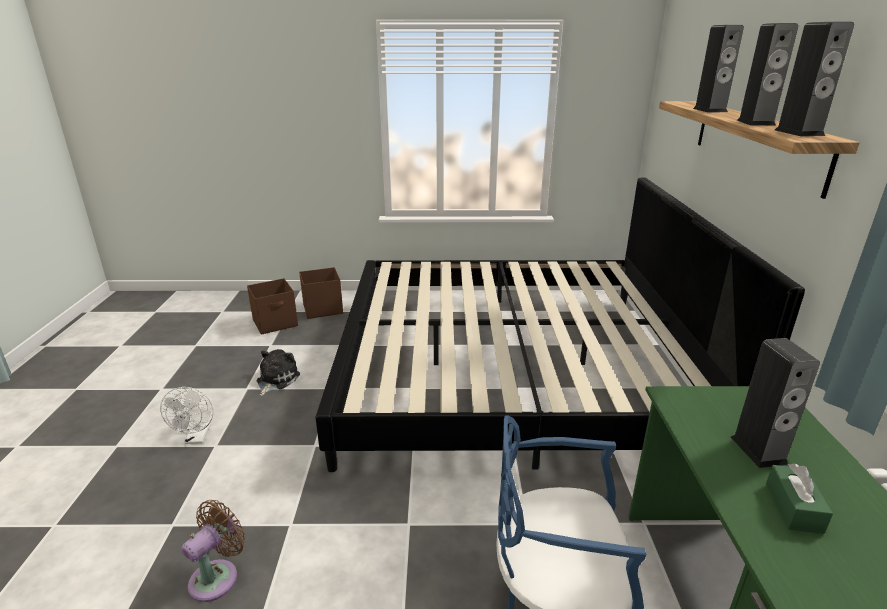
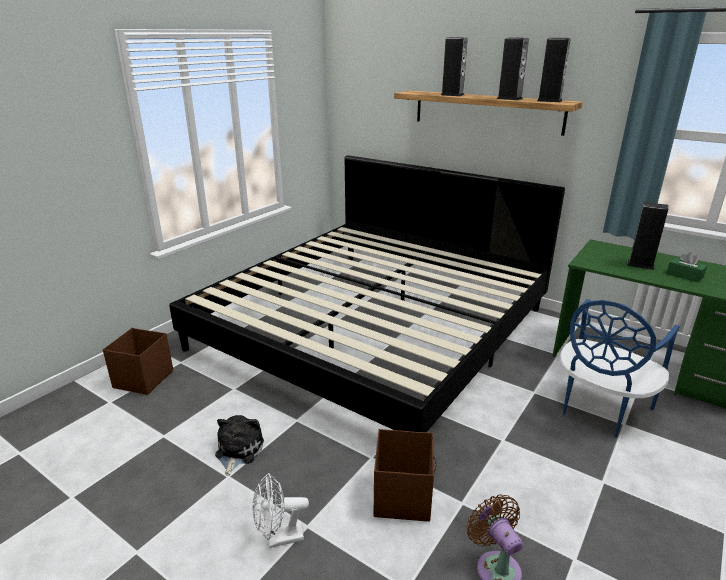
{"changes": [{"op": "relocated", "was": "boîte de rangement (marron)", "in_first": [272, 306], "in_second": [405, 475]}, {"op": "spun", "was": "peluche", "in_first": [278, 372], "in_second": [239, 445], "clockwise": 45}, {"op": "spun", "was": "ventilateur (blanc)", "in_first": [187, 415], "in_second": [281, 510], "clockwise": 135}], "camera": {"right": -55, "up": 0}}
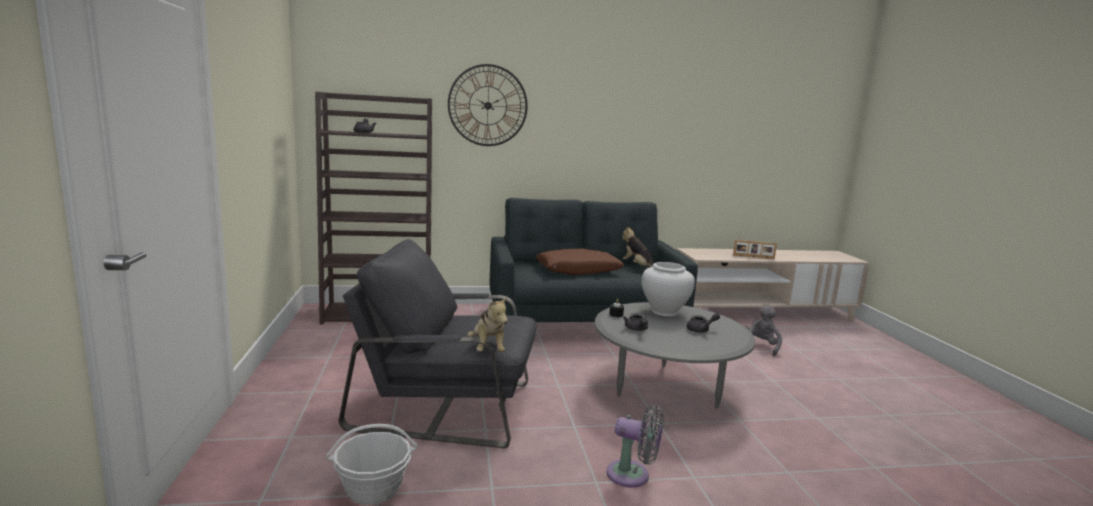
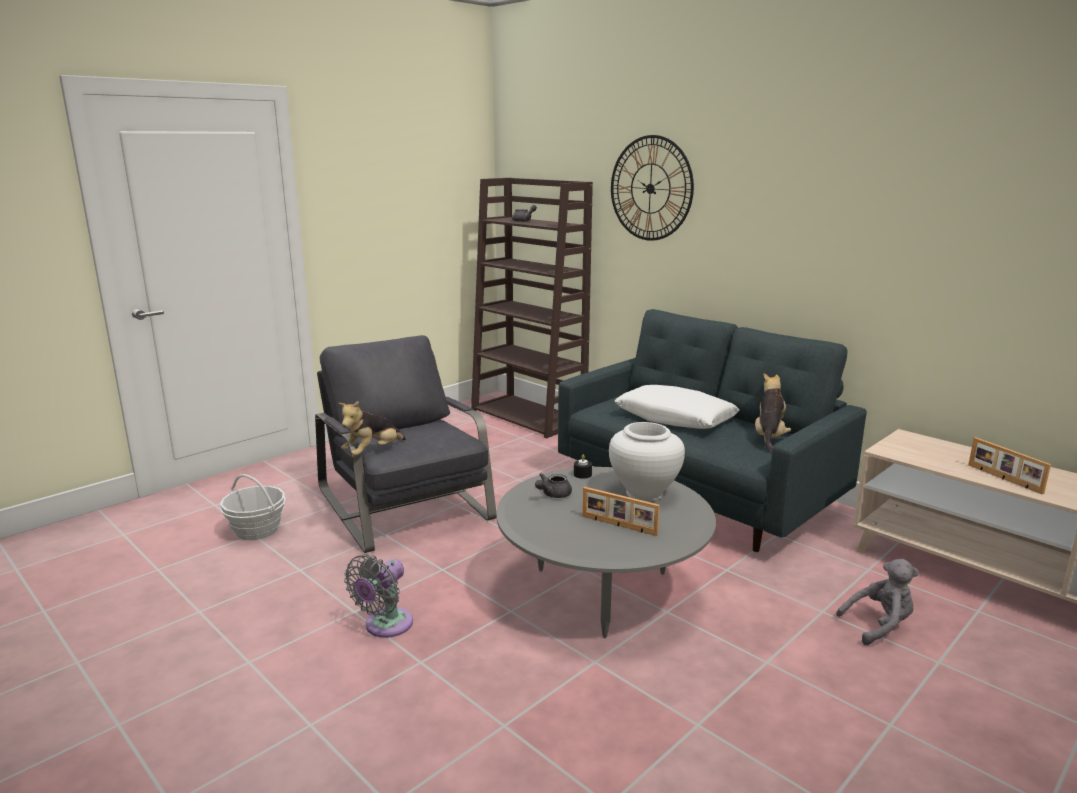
{"changes": [{"op": "colour", "was": "coussin (marron)", "now": "coussin (blanc)", "in_first": [580, 262], "in_second": [676, 407]}, {"op": "exchanged", "was": "théière (gris)", "now": "cadre photo", "in_first": [703, 323], "in_second": [621, 511]}, {"op": "spun", "was": "ventilateur (gris)", "in_first": [635, 446], "in_second": [378, 596], "clockwise": 45}], "camera": {"right": 55, "up": 5}}
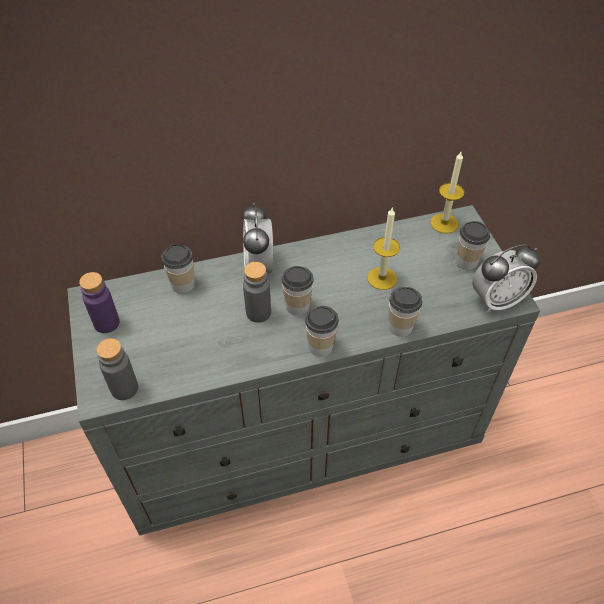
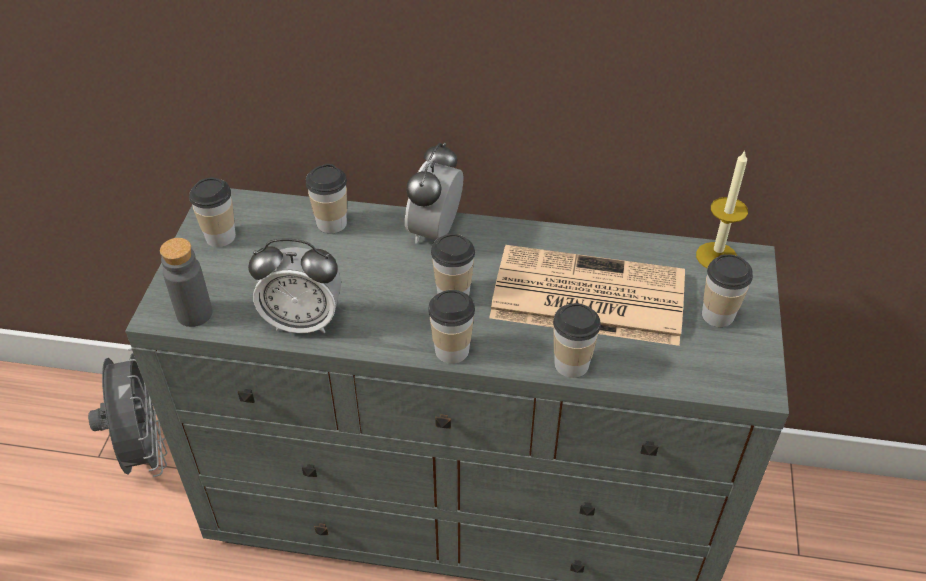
{"changes": [{"op": "exchanged", "was": "bougie", "now": "journal", "in_first": [383, 248], "in_second": [587, 295]}, {"op": "relocated", "was": "réveil", "in_first": [506, 278], "in_second": [294, 285]}, {"op": "missing", "was": "bouteille (gris)", "in_first": [257, 292]}, {"op": "exchanged", "was": "bouteille (violet)", "now": "tasse", "in_first": [99, 302], "in_second": [212, 212]}, {"op": "appeared", "now": "ventilateur (gris)", "in_second": [127, 413]}], "camera": {"right": 25, "up": -5}}
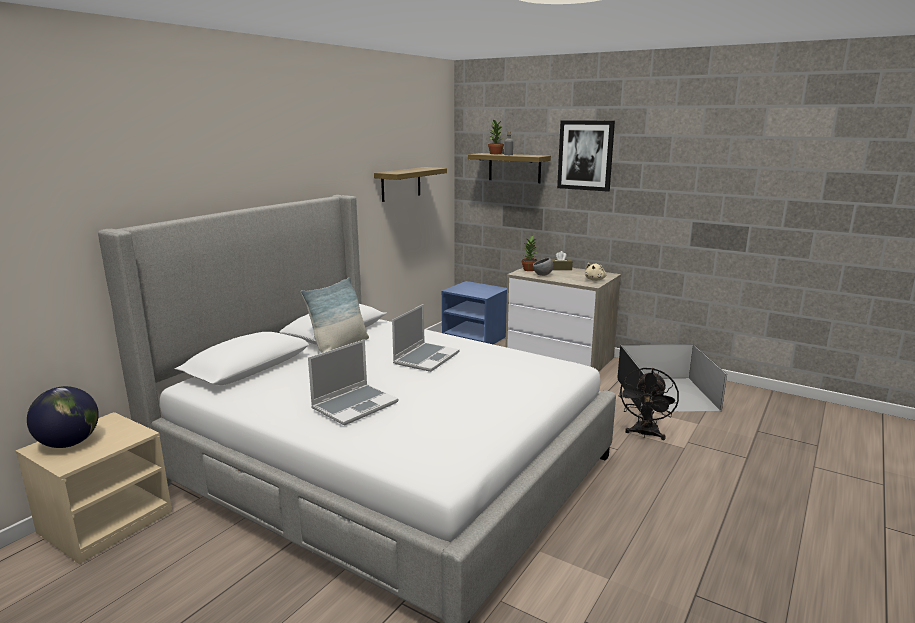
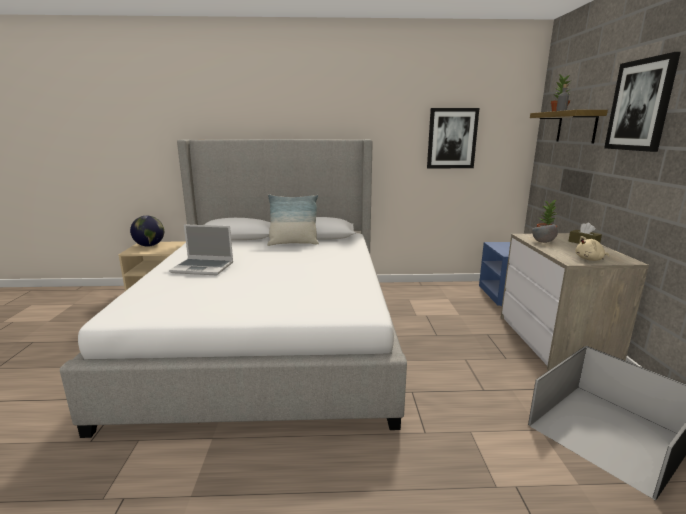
{"changes": [{"op": "exchanged", "was": "étagère", "now": "tableau", "in_first": [410, 184], "in_second": [453, 138]}, {"op": "missing", "was": "ordinateur portable", "in_first": [425, 338]}, {"op": "missing", "was": "ventilateur (noir)", "in_first": [649, 404]}], "camera": {"right": 55, "up": 0}}
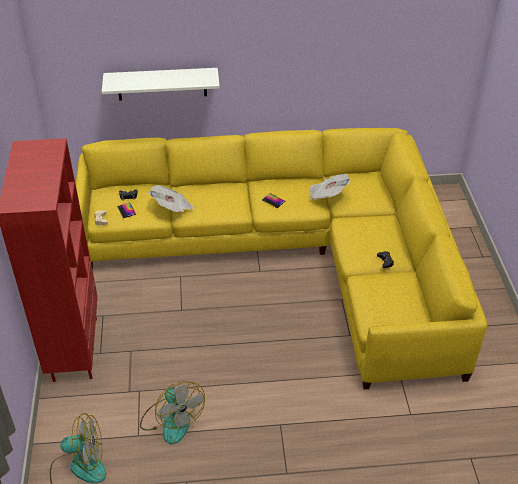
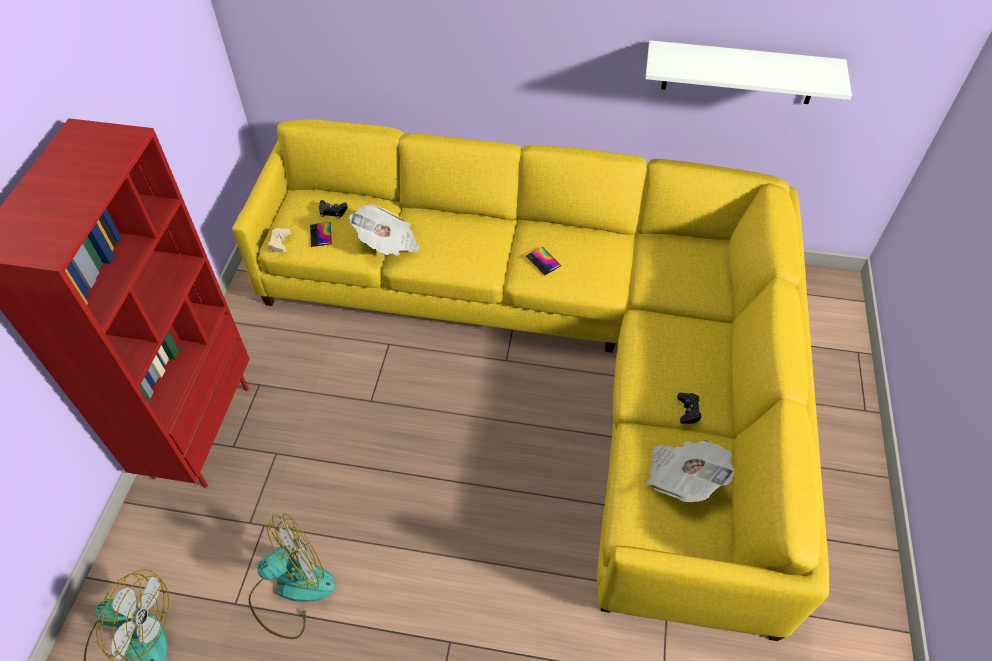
{"changes": [{"op": "relocated", "was": "étagère (blanc)", "in_first": [161, 84], "in_second": [748, 72]}, {"op": "relocated", "was": "journal", "in_first": [330, 187], "in_second": [690, 471]}, {"op": "spun", "was": "ventilateur", "in_first": [172, 412], "in_second": [292, 576], "clockwise": -105}], "camera": {"right": 15, "up": 10}}
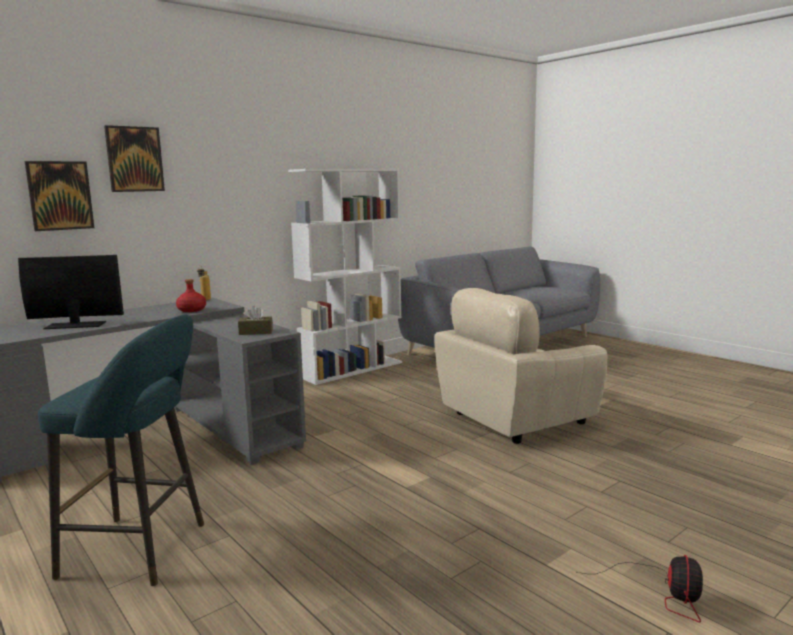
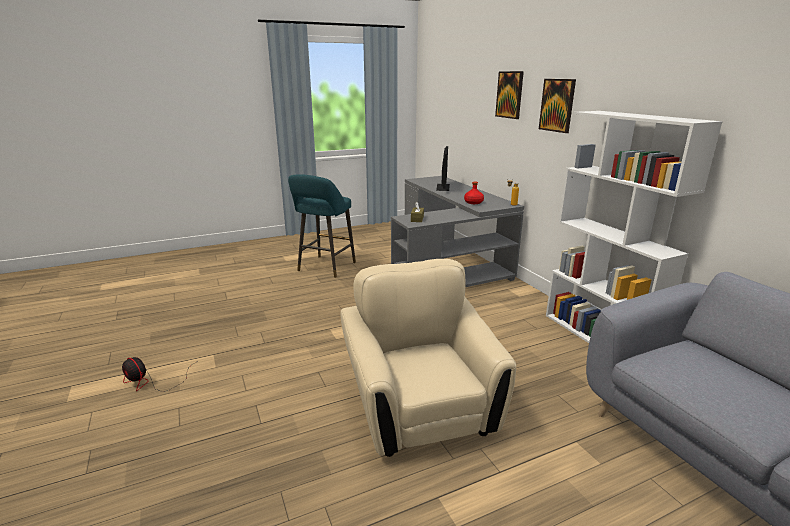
{"changes": [{"op": "relocated", "was": "tableau", "in_first": [59, 196], "in_second": [557, 106]}], "camera": {"right": 105, "up": 10}}
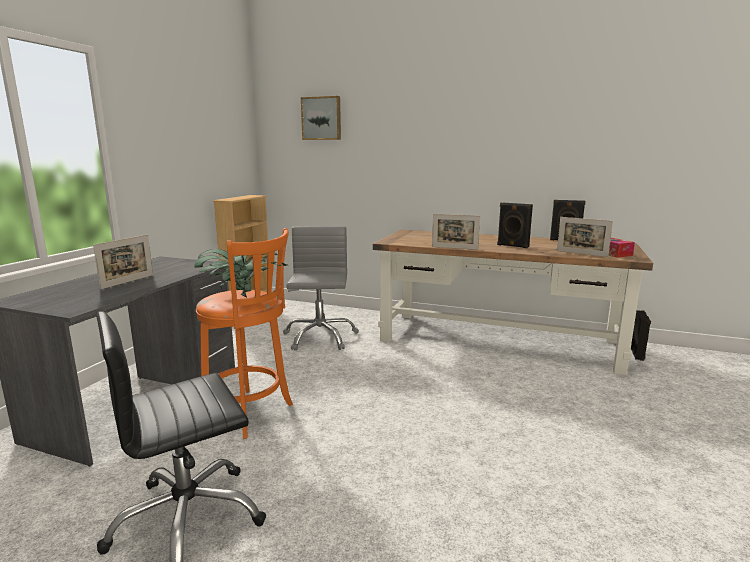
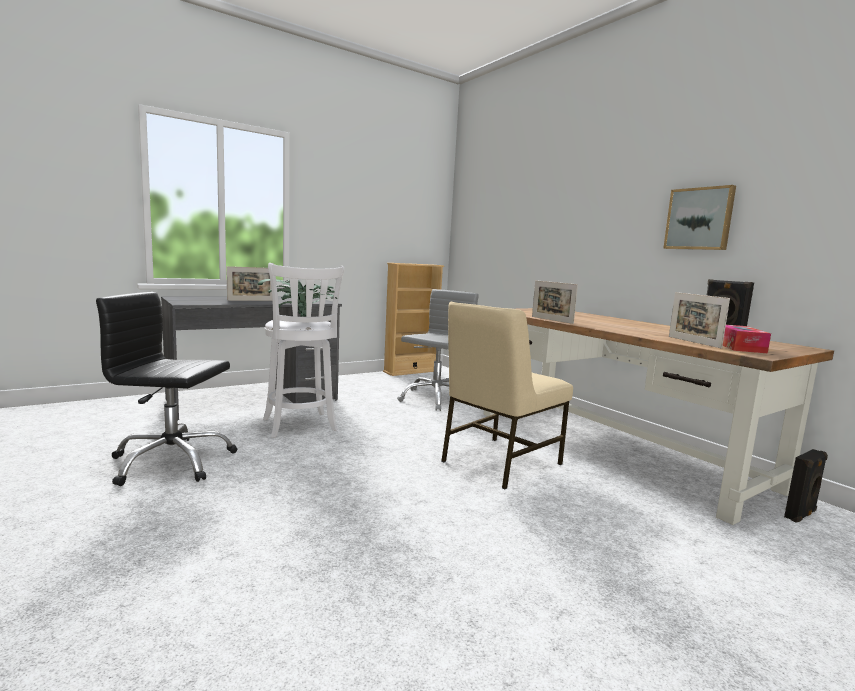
{"changes": [{"op": "relocated", "was": "tableau", "in_first": [321, 118], "in_second": [699, 217]}, {"op": "missing", "was": "enceinte (noir)", "in_first": [515, 225]}, {"op": "colour", "was": "tabouret (orange)", "now": "tabouret (blanc)", "in_first": [244, 333], "in_second": [303, 350]}, {"op": "appeared", "now": "chaise (beige)", "in_second": [507, 395]}], "camera": {"right": 35, "up": -5}}
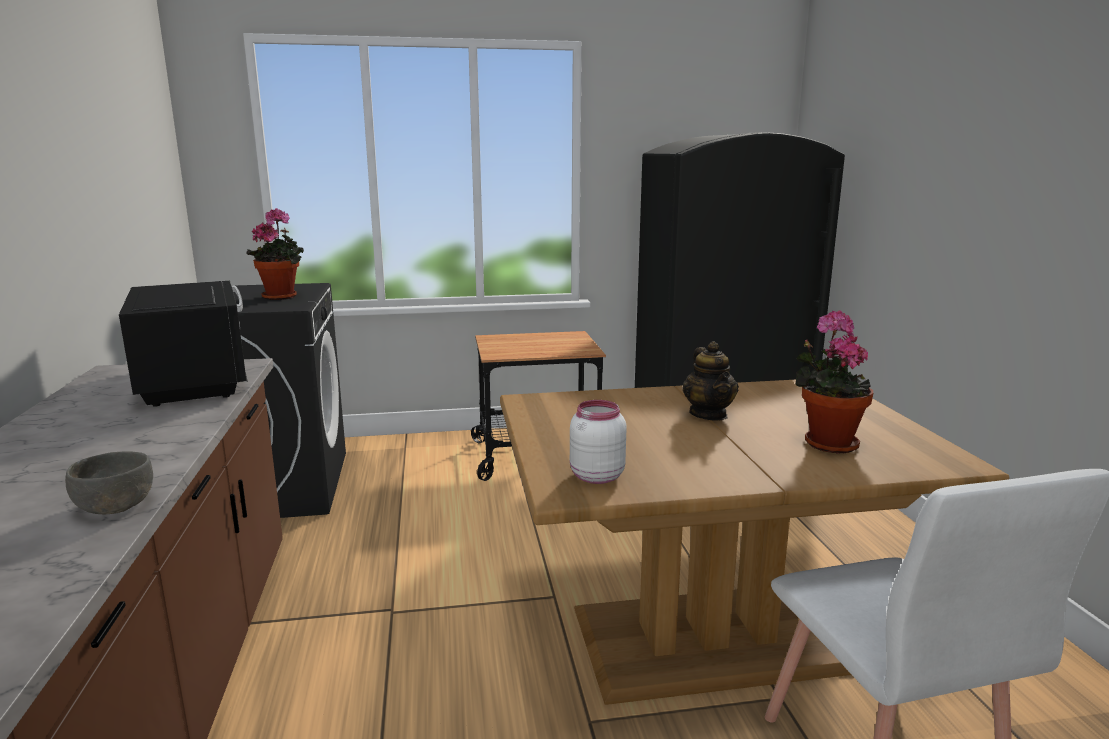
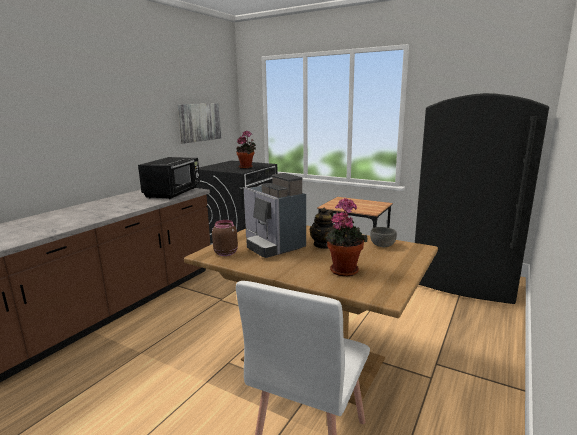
{"changes": [{"op": "colour", "was": "bocal (blanc)", "now": "bocal (marron)", "in_first": [598, 442], "in_second": [225, 238]}, {"op": "relocated", "was": "bol (gris)", "in_first": [109, 482], "in_second": [383, 237]}, {"op": "appeared", "now": "tableau", "in_second": [199, 123]}, {"op": "appeared", "now": "machine à café", "in_second": [275, 215]}], "camera": {"right": 40, "up": 0}}
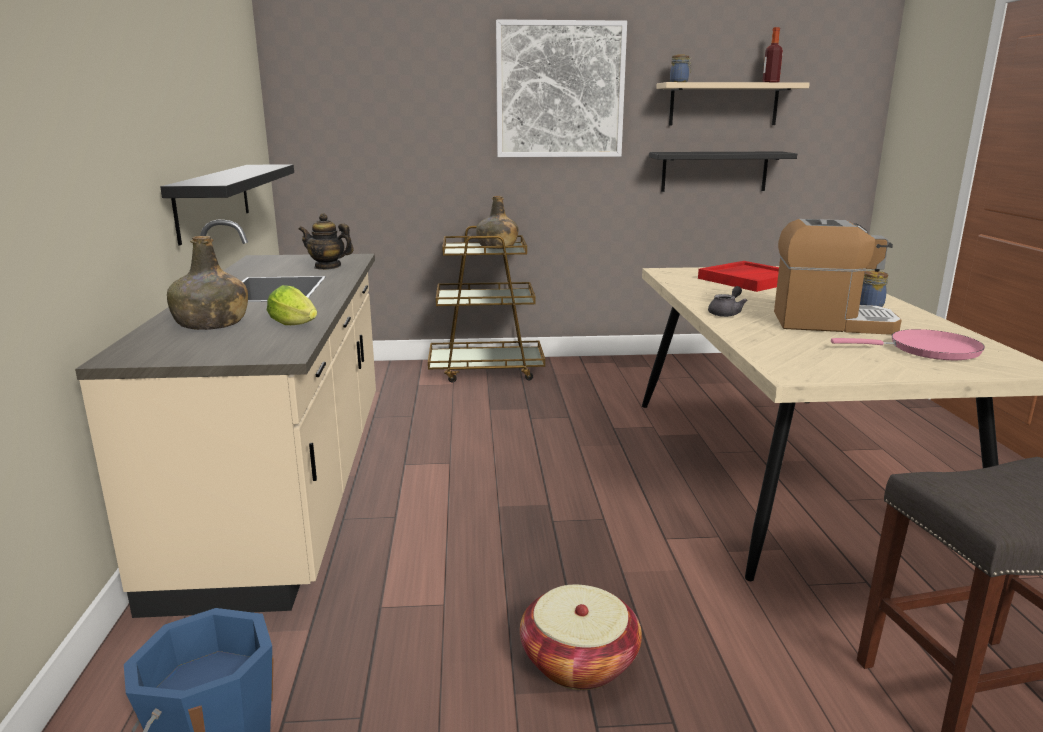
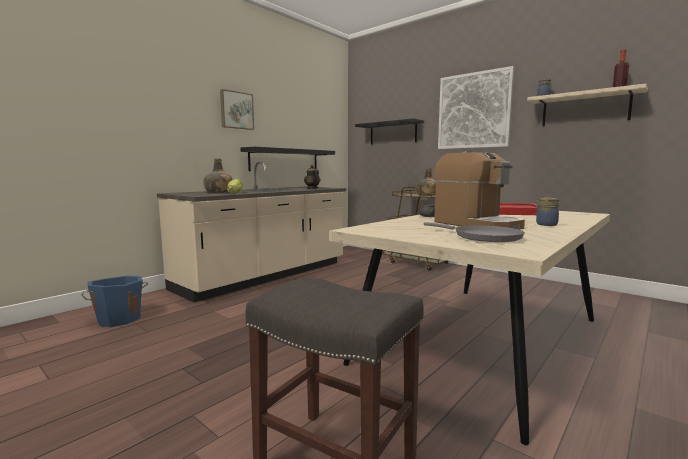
{"changes": [{"op": "relocated", "was": "étagère (noir)", "in_first": [723, 172], "in_second": [389, 131]}, {"op": "colour", "was": "poêle (rose)", "now": "poêle (gris)", "in_first": [908, 344], "in_second": [474, 232]}, {"op": "missing", "was": "panier", "in_first": [581, 637]}, {"op": "appeared", "now": "tableau", "in_second": [237, 109]}], "camera": {"right": 45, "up": -10}}
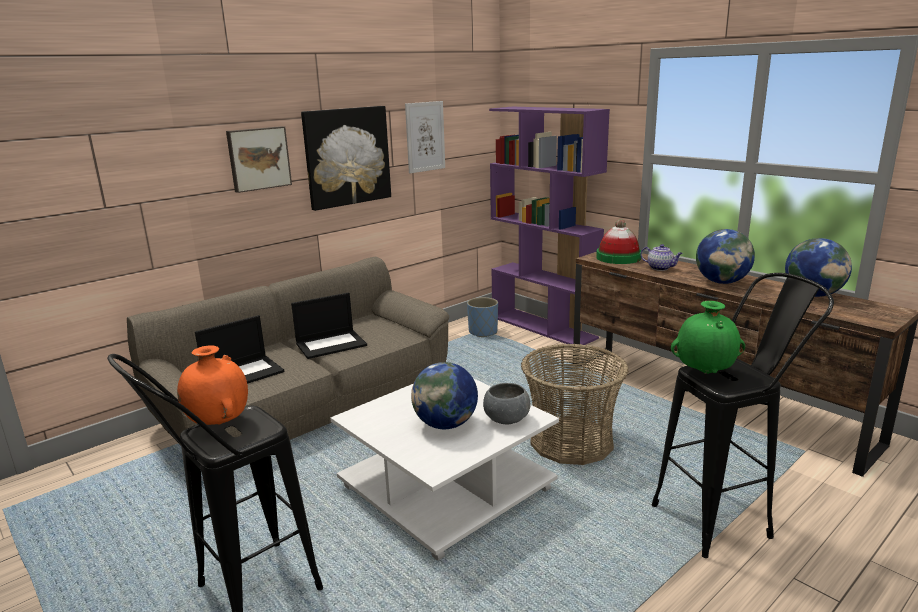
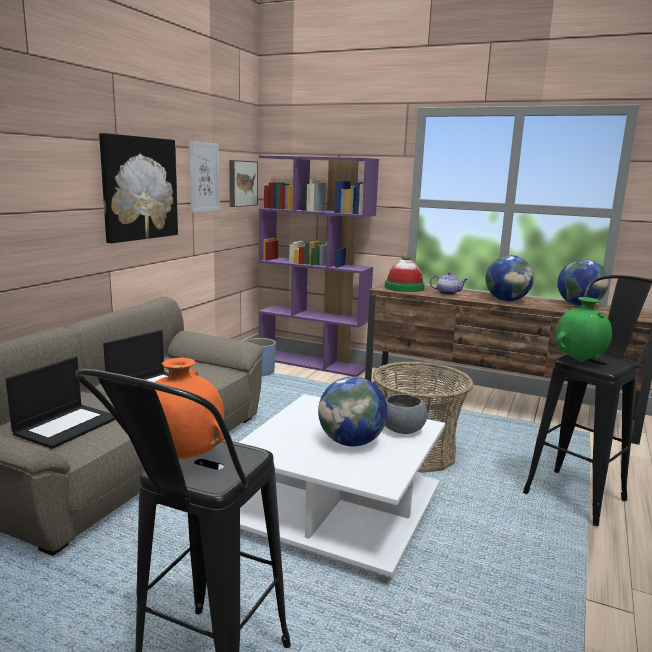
{"changes": [{"op": "relocated", "was": "tableau", "in_first": [259, 159], "in_second": [243, 183]}], "camera": {"right": -25, "up": -5}}
